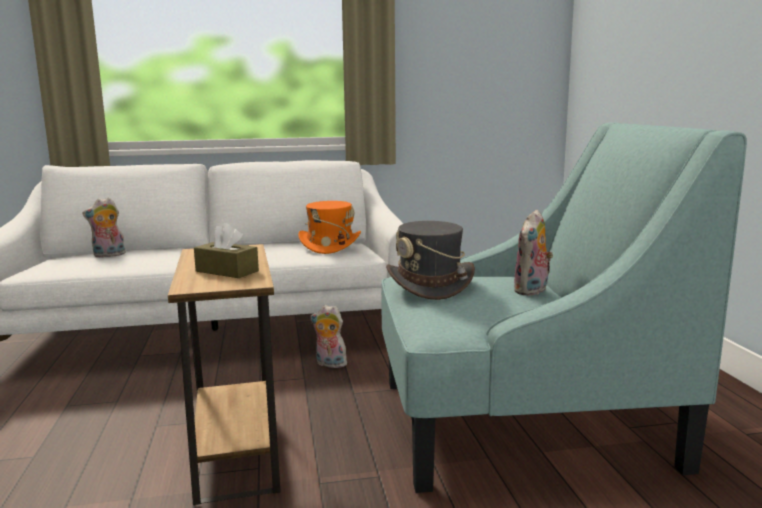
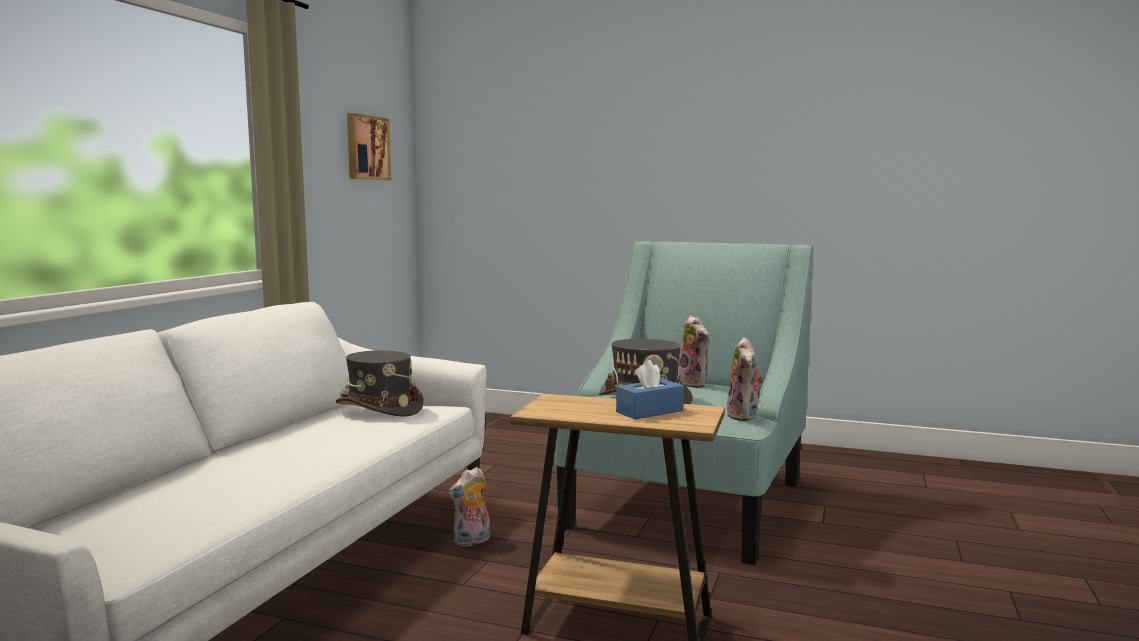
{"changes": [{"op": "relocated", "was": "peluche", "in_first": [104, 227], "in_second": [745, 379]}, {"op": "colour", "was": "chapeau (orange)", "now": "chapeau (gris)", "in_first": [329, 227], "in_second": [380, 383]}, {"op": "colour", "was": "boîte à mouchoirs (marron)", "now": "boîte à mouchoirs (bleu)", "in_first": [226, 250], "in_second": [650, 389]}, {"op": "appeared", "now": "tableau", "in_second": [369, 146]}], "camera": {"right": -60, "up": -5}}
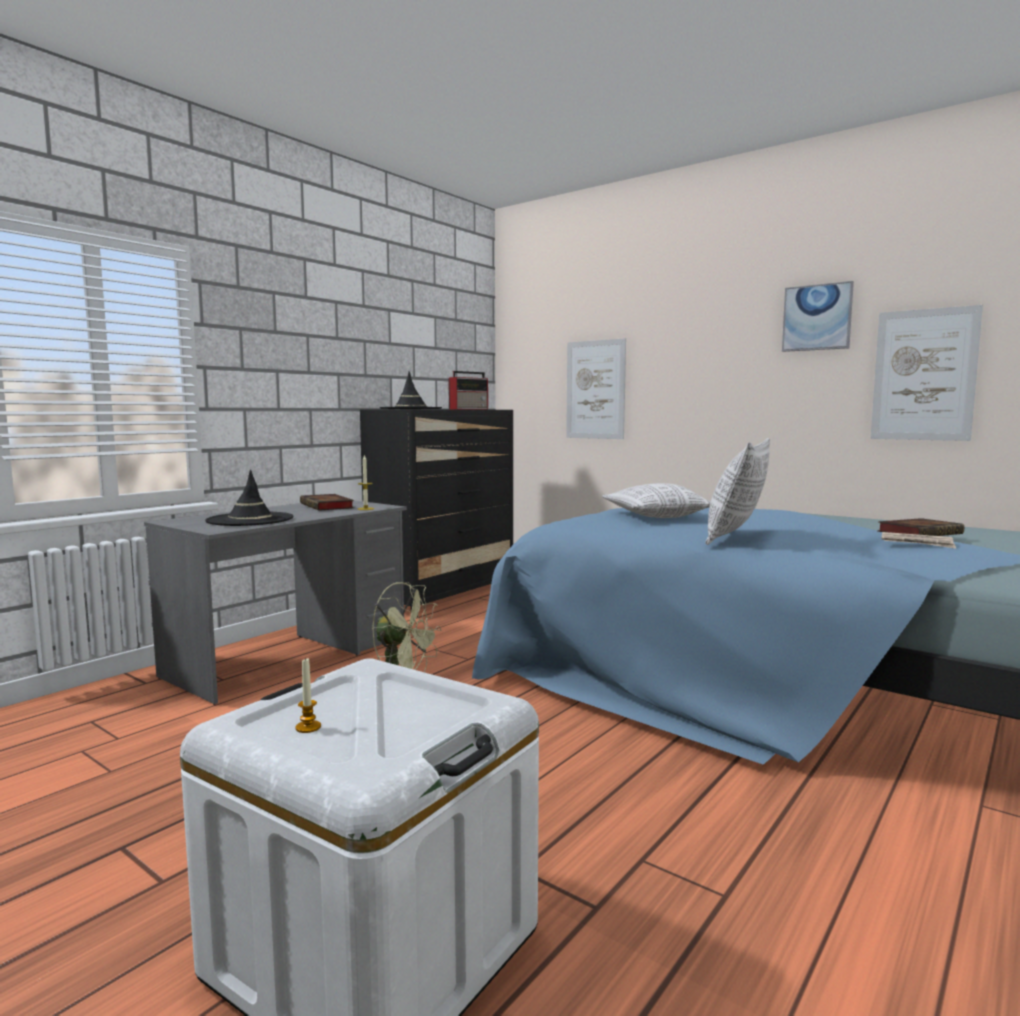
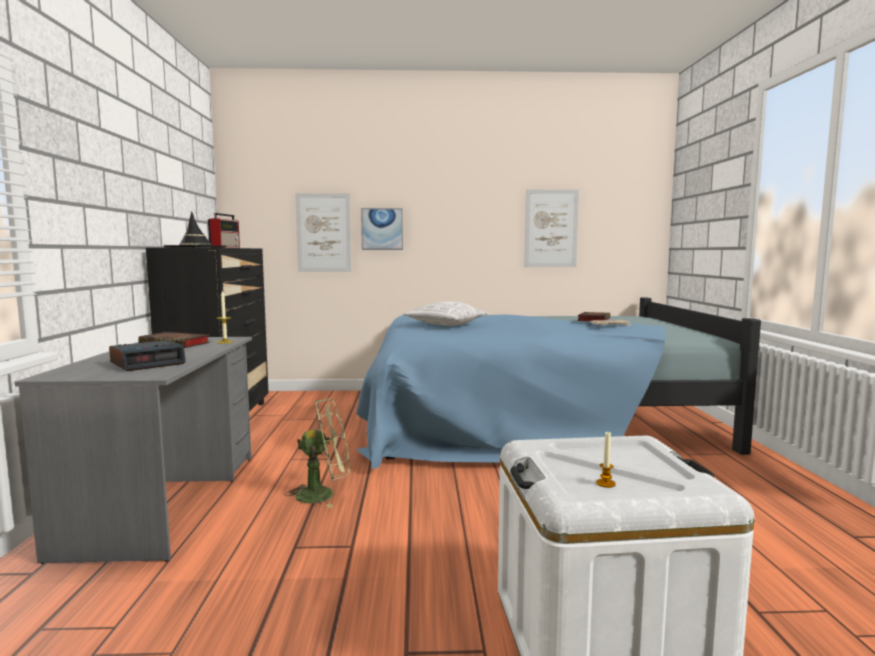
{"changes": [{"op": "relocated", "was": "tableau", "in_first": [818, 316], "in_second": [382, 229]}, {"op": "missing", "was": "coussin", "in_first": [737, 491]}, {"op": "exchanged", "was": "chapeau (noir)", "now": "réveil", "in_first": [249, 498], "in_second": [147, 355]}], "camera": {"right": -40, "up": 0}}
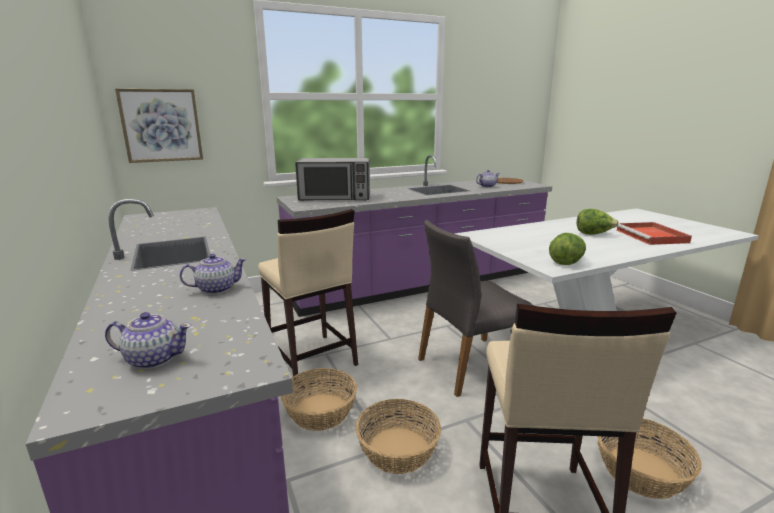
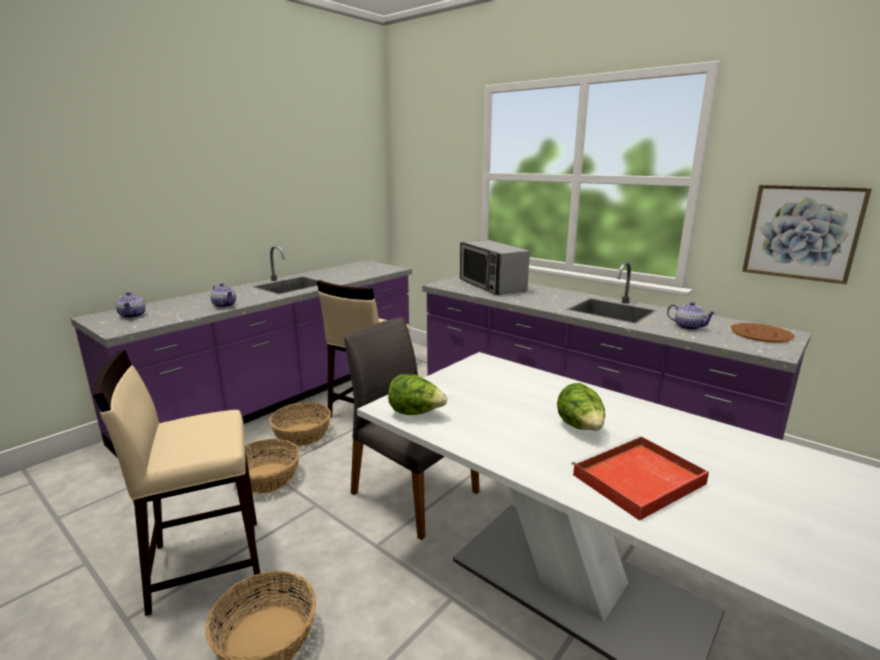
{"changes": [{"op": "relocated", "was": "tableau", "in_first": [159, 126], "in_second": [807, 234]}], "camera": {"right": 65, "up": 0}}
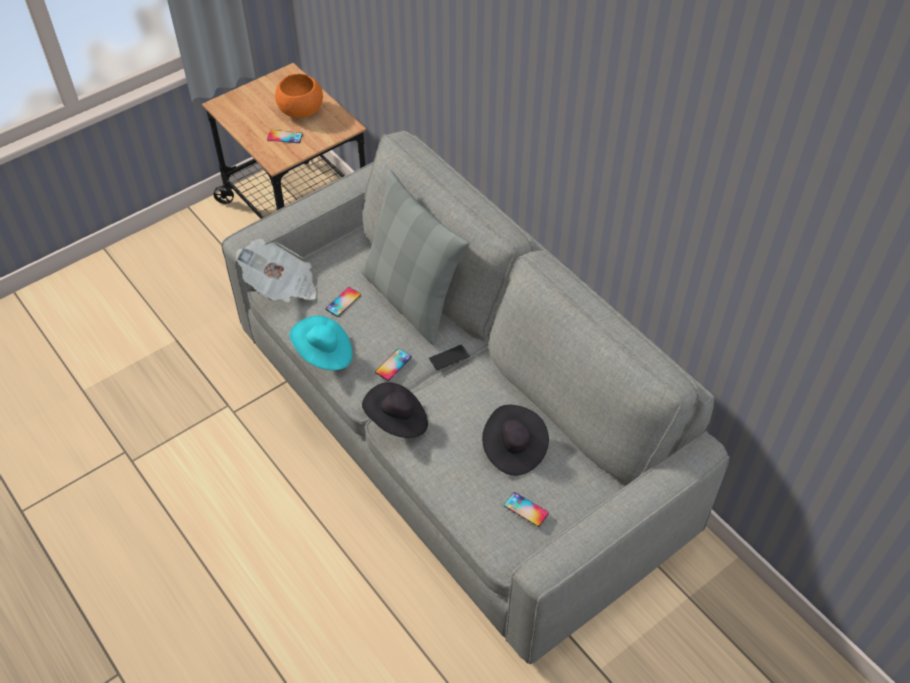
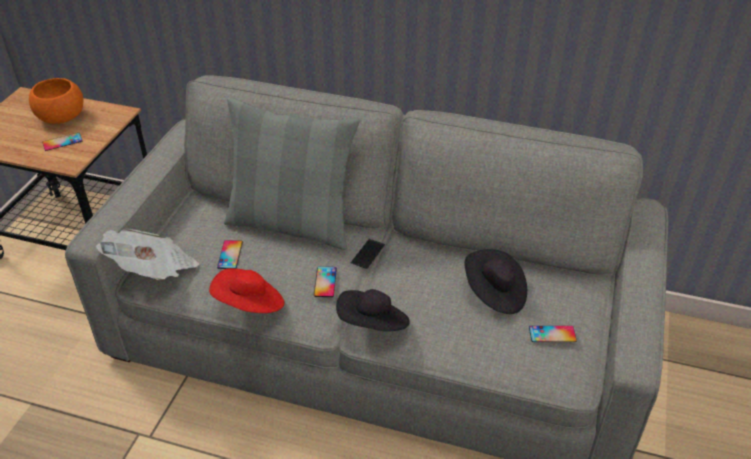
{"changes": [{"op": "colour", "was": "chapeau (turquoise)", "now": "chapeau (rouge)", "in_first": [321, 342], "in_second": [247, 290]}], "camera": {"right": -35, "up": -10}}
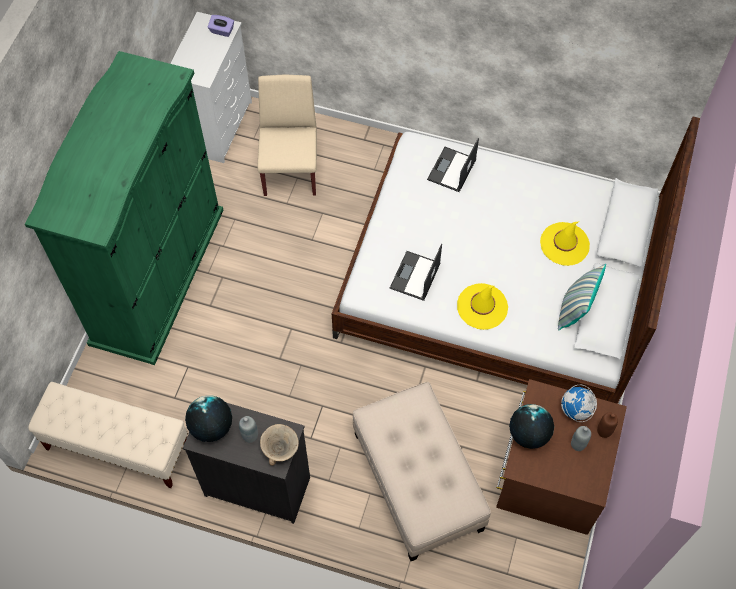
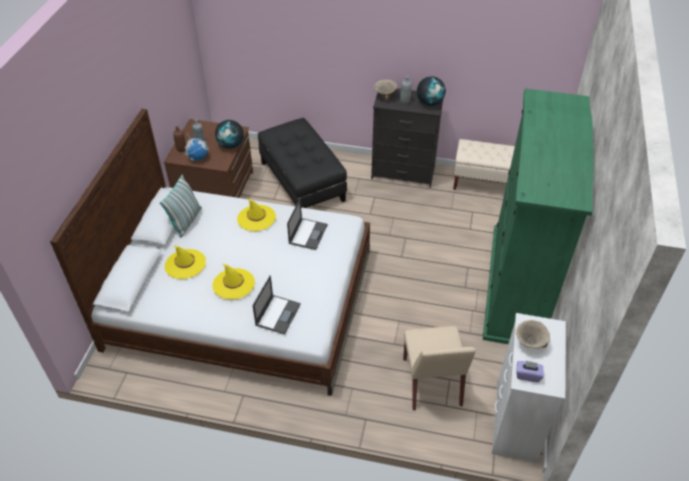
{"changes": [{"op": "colour", "was": "pouf (beige)", "now": "pouf (noir)", "in_first": [422, 471], "in_second": [302, 163]}, {"op": "appeared", "now": "chapeau (jaune)", "in_second": [233, 281]}, {"op": "appeared", "now": "bol (beige)", "in_second": [533, 334]}], "camera": {"right": 175, "up": -15}}
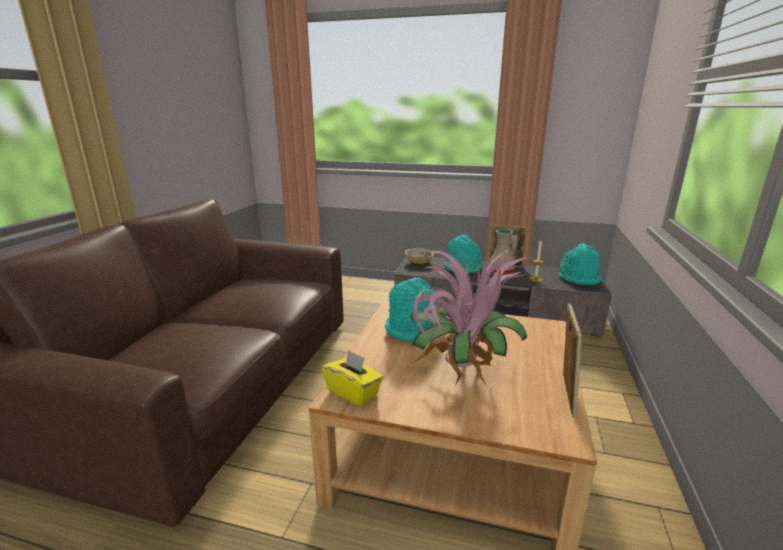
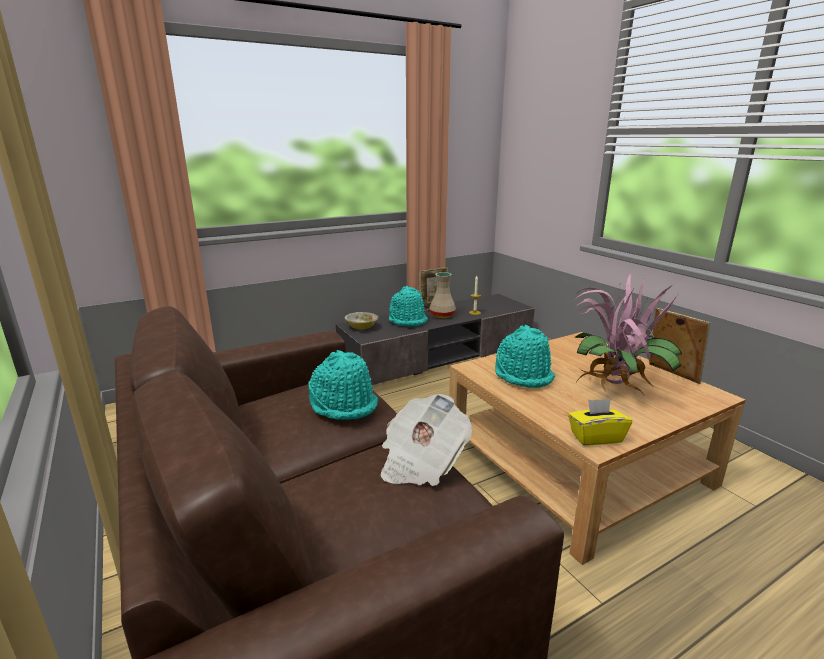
{"changes": [{"op": "relocated", "was": "chapeau (turquoise)", "in_first": [580, 264], "in_second": [343, 385]}, {"op": "appeared", "now": "journal", "in_second": [426, 440]}], "camera": {"right": -45, "up": 0}}
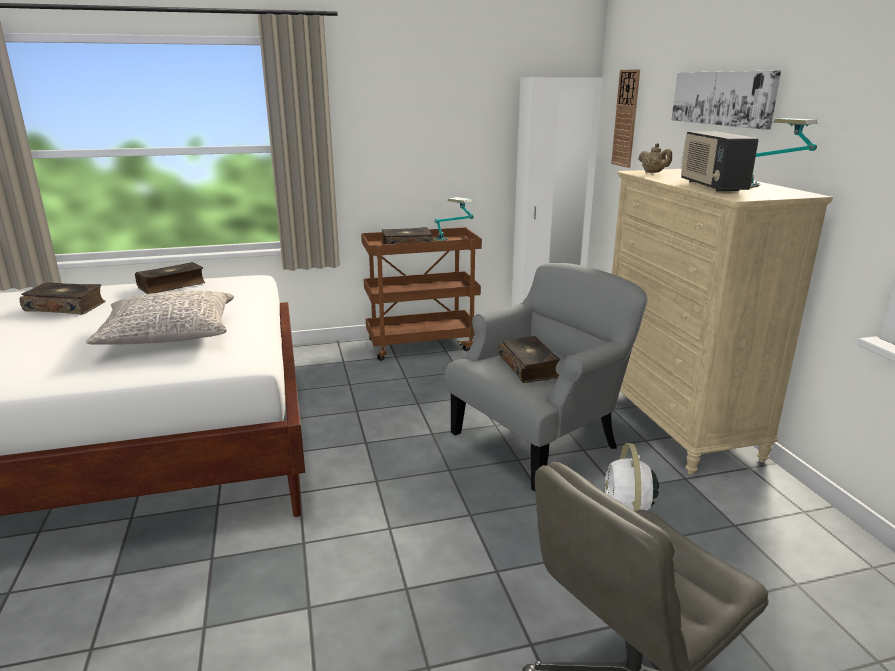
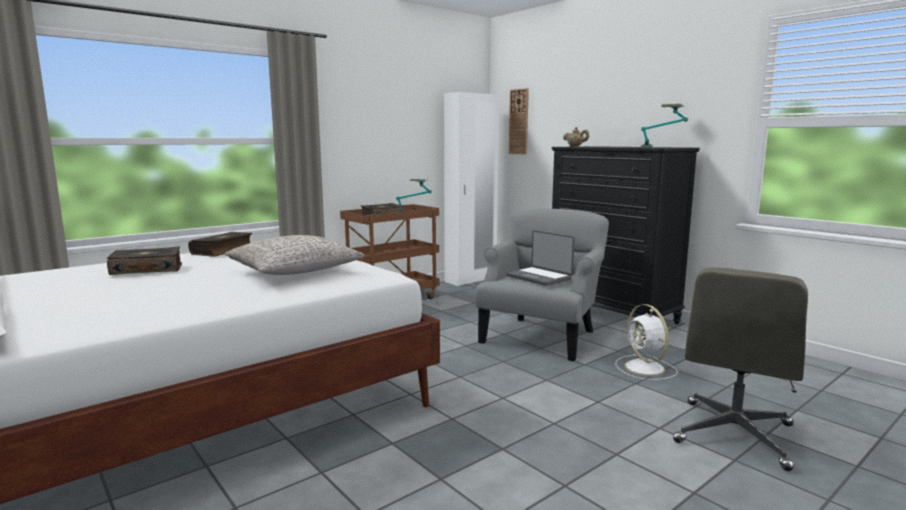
{"changes": [{"op": "missing", "was": "tableau", "in_first": [726, 100]}, {"op": "missing", "was": "radio", "in_first": [720, 161]}, {"op": "colour", "was": "commode (beige)", "now": "commode (noir)", "in_first": [722, 322], "in_second": [626, 235]}, {"op": "exchanged", "was": "livre", "now": "ordinateur portable", "in_first": [529, 359], "in_second": [540, 258]}], "camera": {"right": -25, "up": -10}}
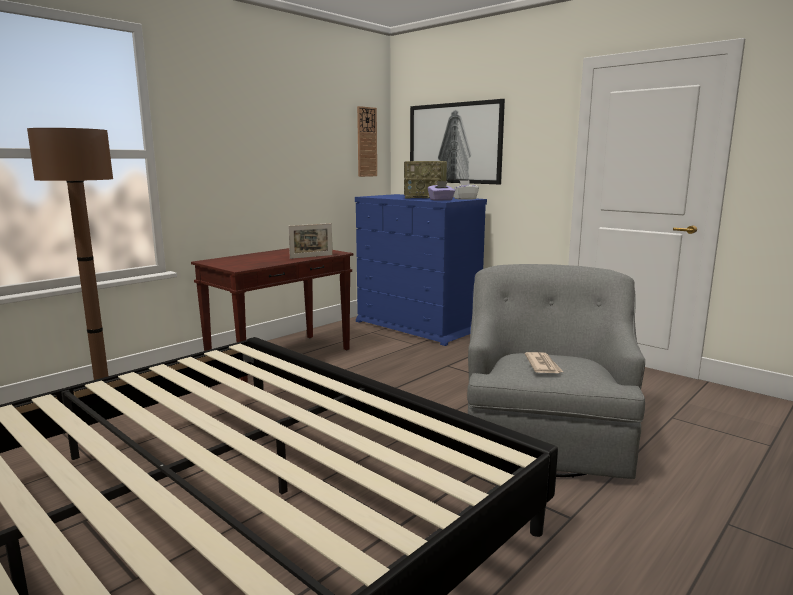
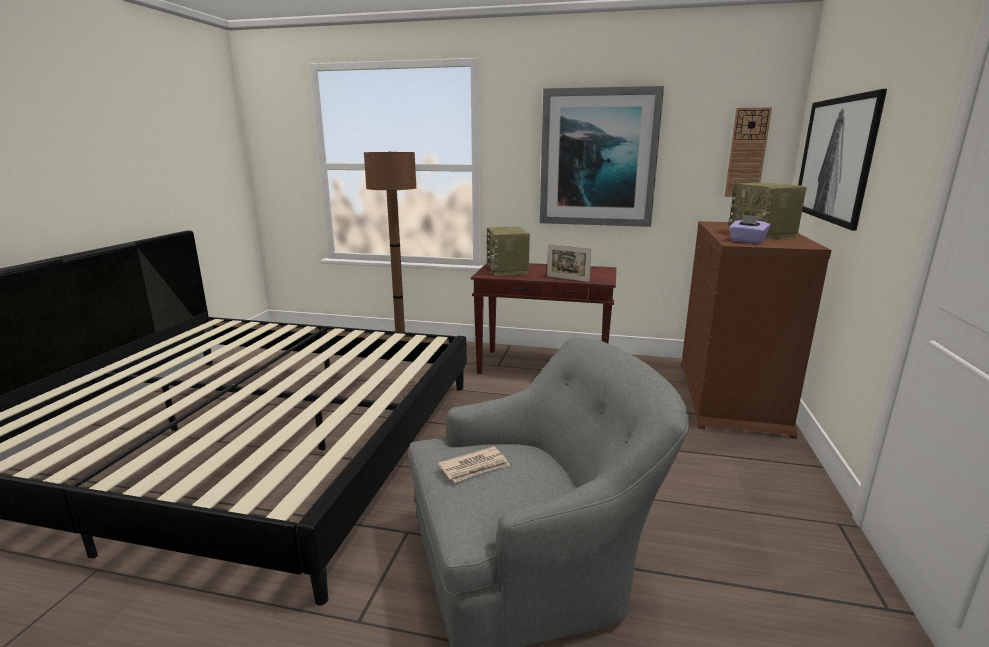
{"changes": [{"op": "missing", "was": "boîte à mouchoirs (blanc)", "in_first": [466, 190]}, {"op": "colour", "was": "commode (bleu)", "now": "commode (marron)", "in_first": [421, 270], "in_second": [756, 330]}, {"op": "appeared", "now": "tableau", "in_second": [602, 156]}, {"op": "appeared", "now": "radio", "in_second": [508, 250]}], "camera": {"right": 60, "up": 5}}
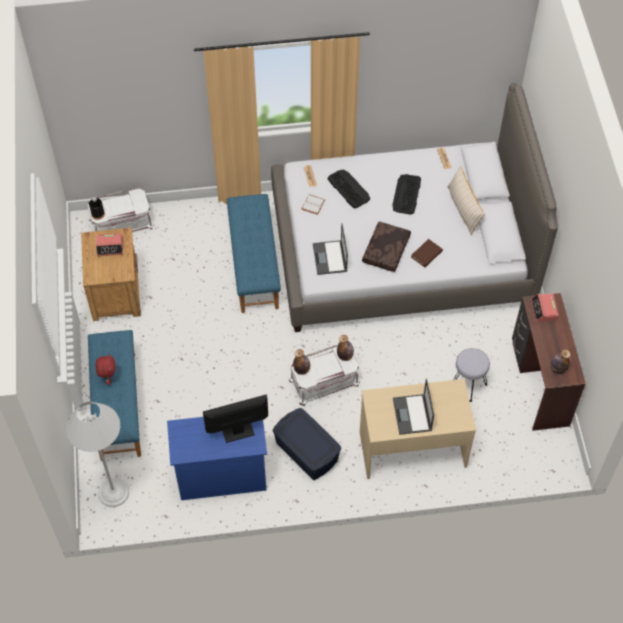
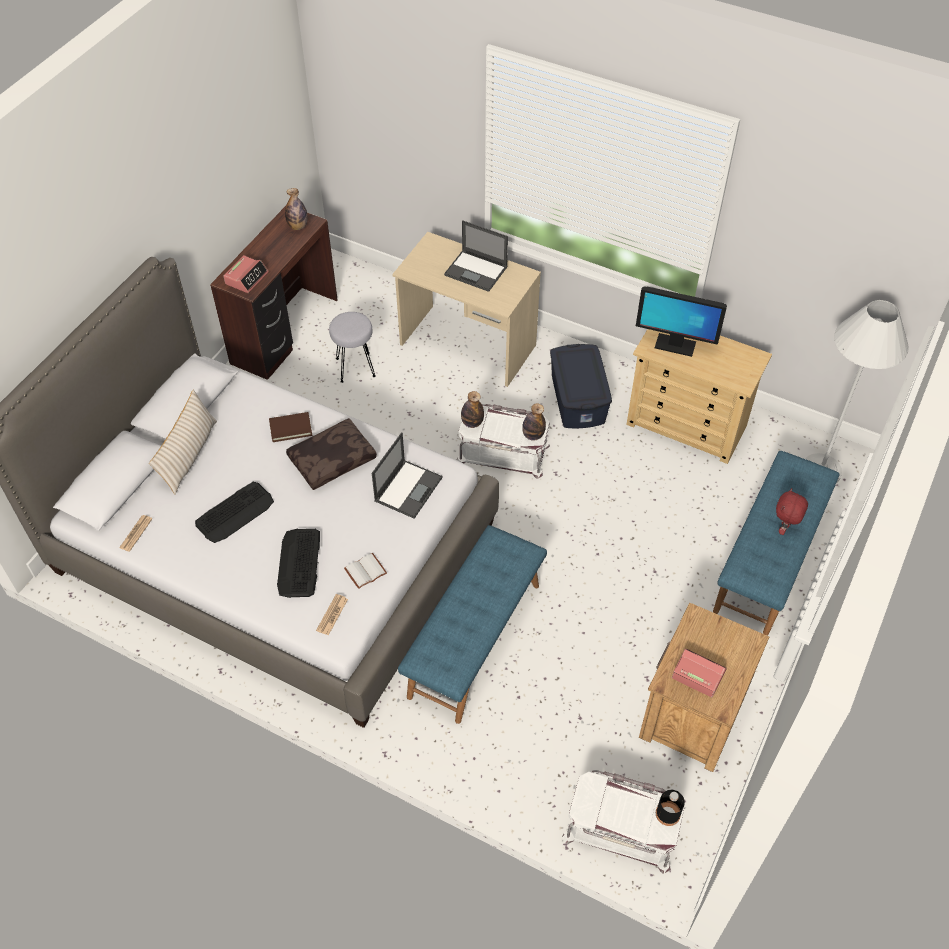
{"changes": [{"op": "spun", "was": "ordinateur portable", "in_first": [413, 407], "in_second": [476, 256], "clockwise": 90}, {"op": "colour", "was": "commode (bleu)", "now": "commode (beige)", "in_first": [217, 458], "in_second": [699, 396]}], "camera": {"right": -145, "up": -5}}
